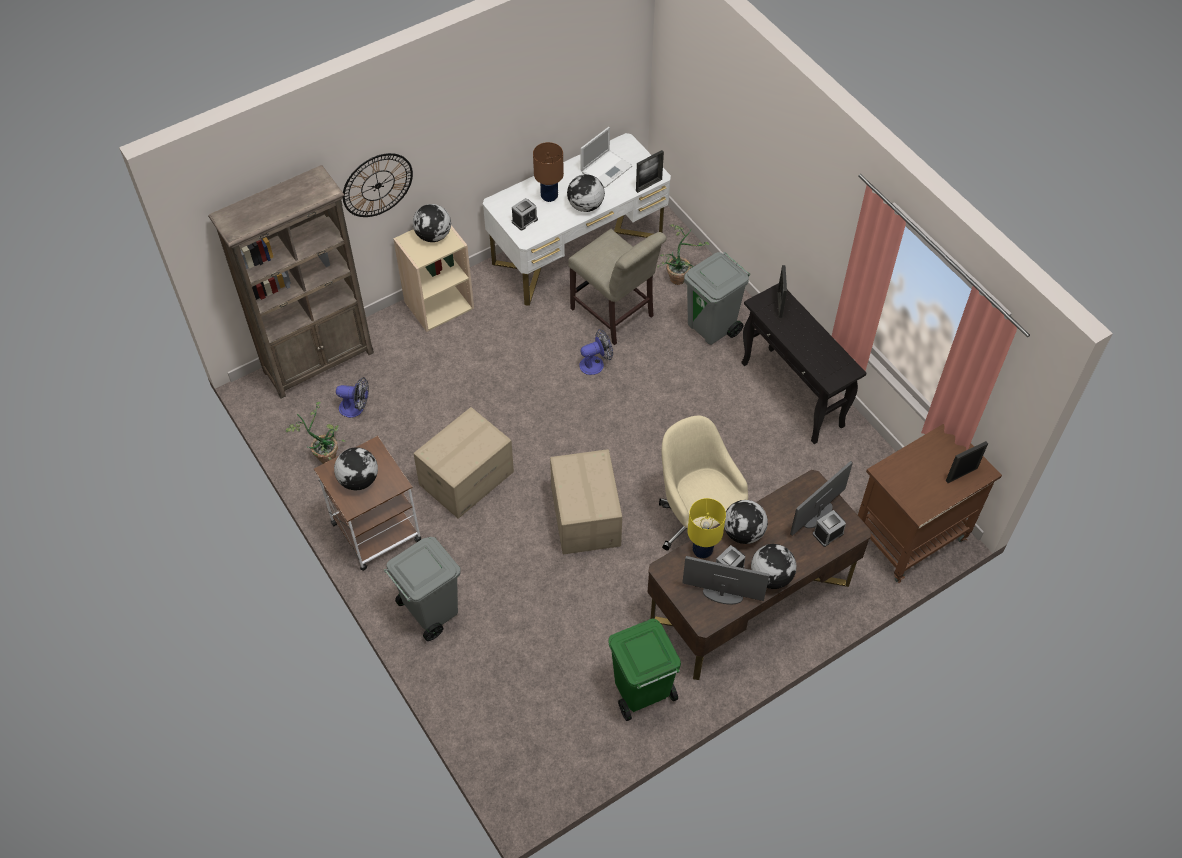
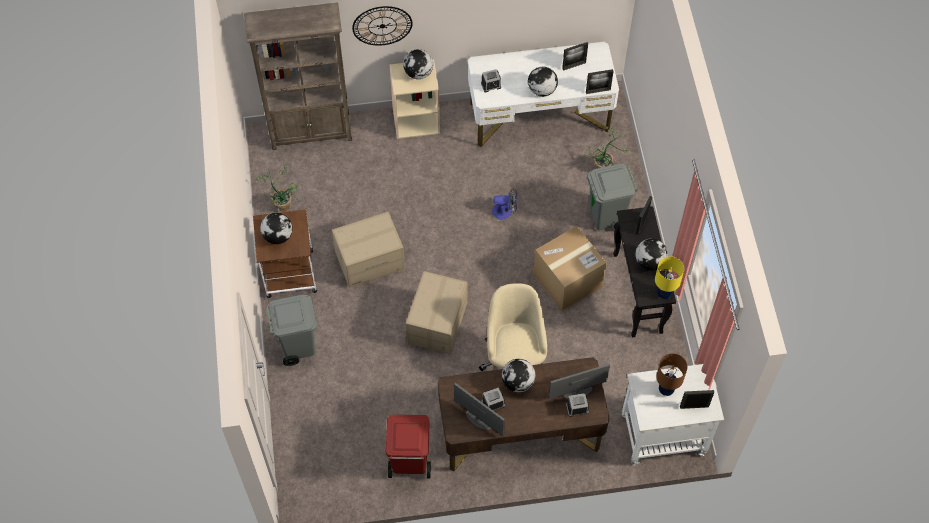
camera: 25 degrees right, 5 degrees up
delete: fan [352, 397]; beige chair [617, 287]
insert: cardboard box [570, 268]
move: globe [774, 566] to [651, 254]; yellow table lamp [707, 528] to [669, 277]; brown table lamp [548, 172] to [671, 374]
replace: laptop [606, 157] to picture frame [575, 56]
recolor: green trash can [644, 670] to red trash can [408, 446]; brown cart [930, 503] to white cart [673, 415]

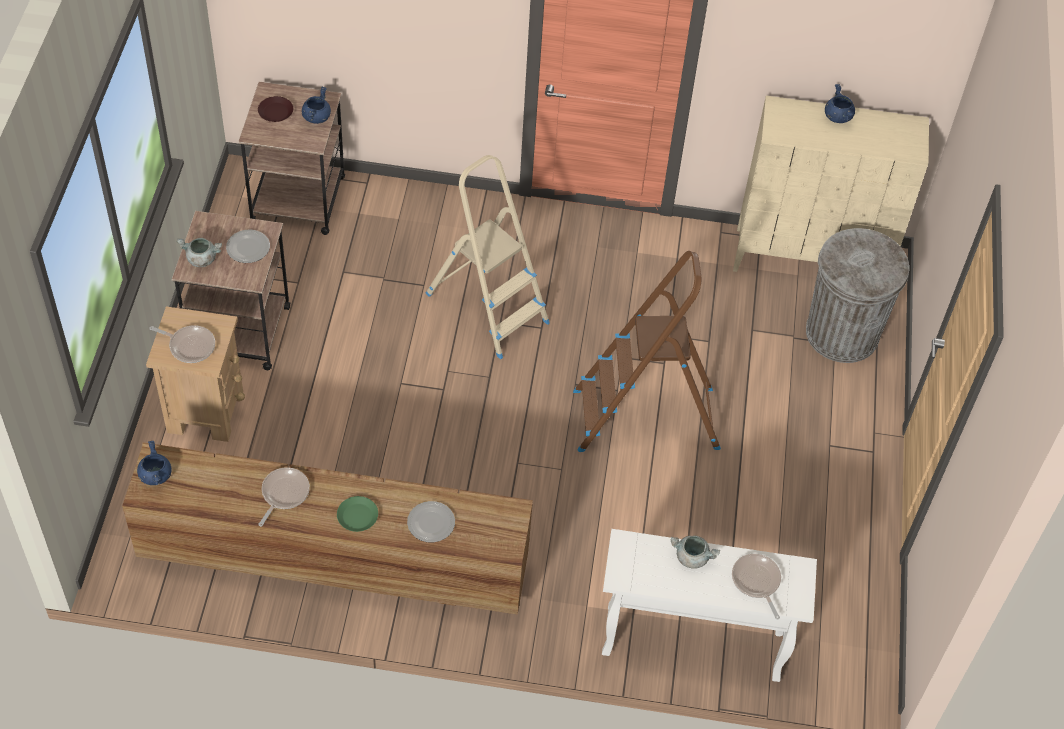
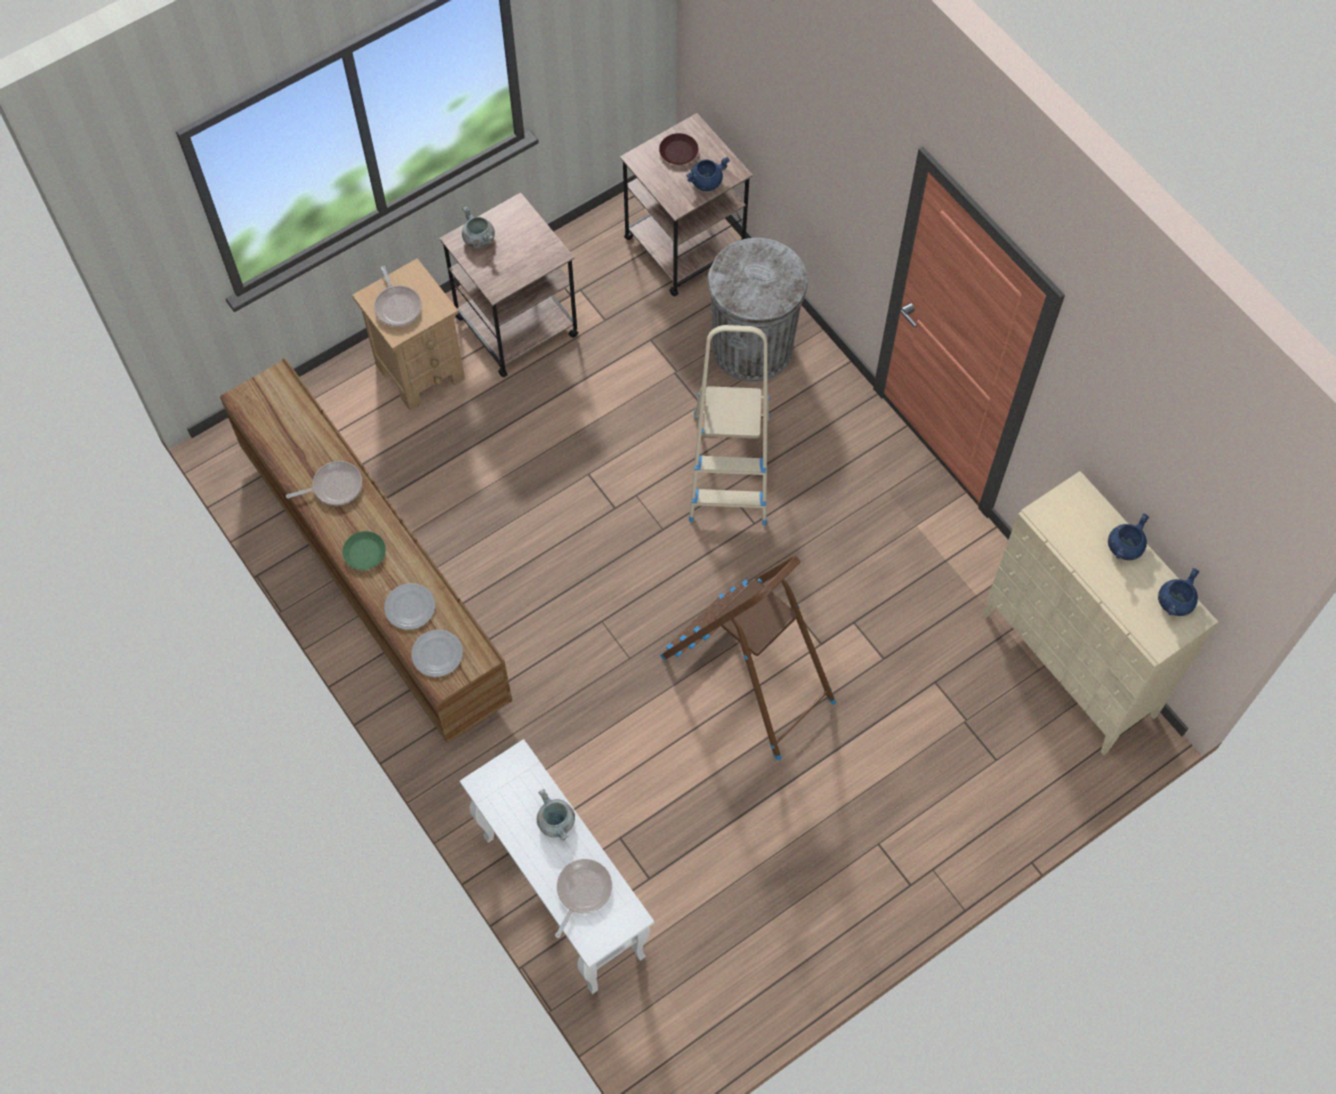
camera: 50 degrees right, 10 degrees up
move: plate [248, 246] to [437, 653]; grey trash can [857, 295] to [758, 310]; blue cooking pot [154, 463] to [1178, 592]

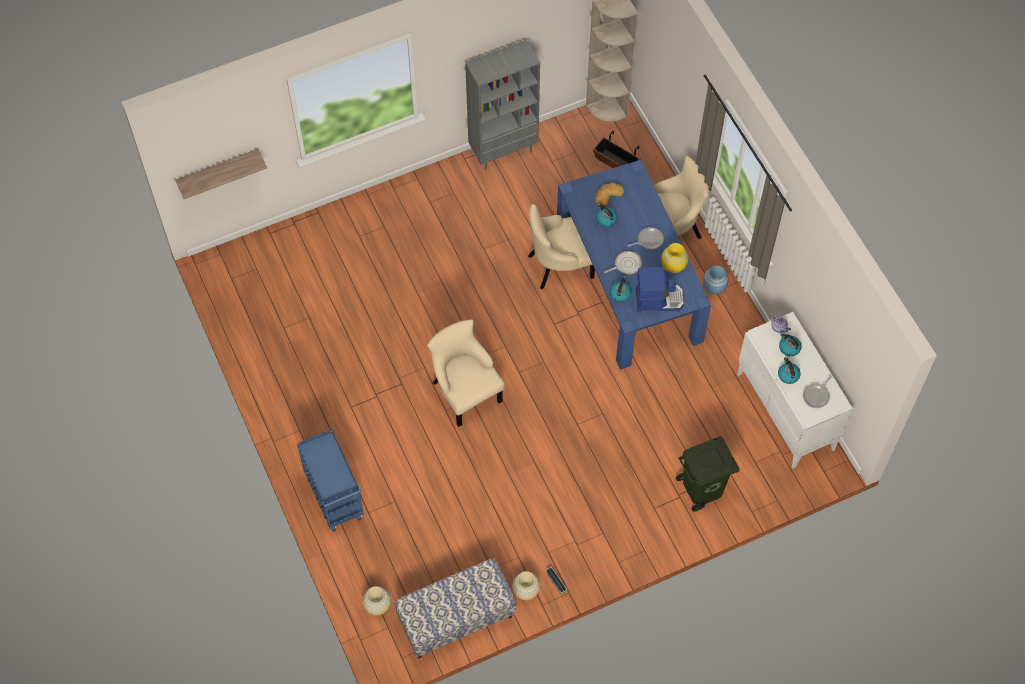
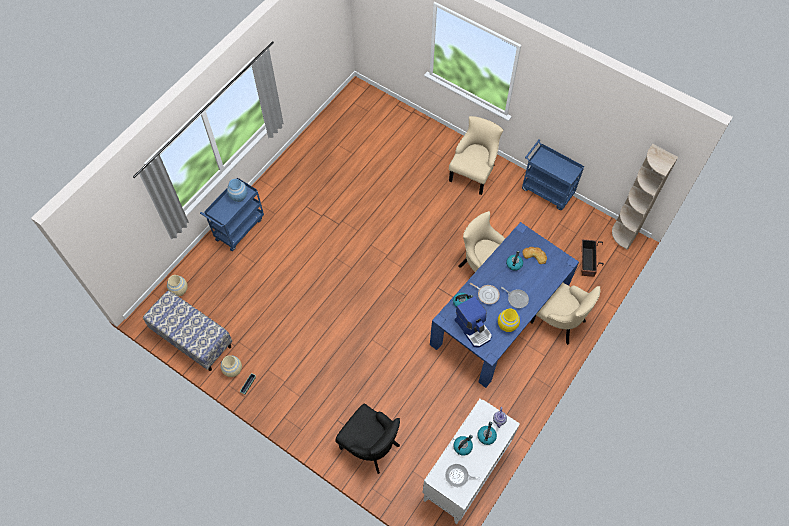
camera: 60 degrees right, 0 degrees up
delete: shelf [221, 174]
move: blue vase [716, 280] to [237, 190]; beige chair [466, 373] to [475, 155]
replace: green trash can [708, 474] to black chair [367, 439]; grey bookcase [502, 105] to blue cart [553, 174]

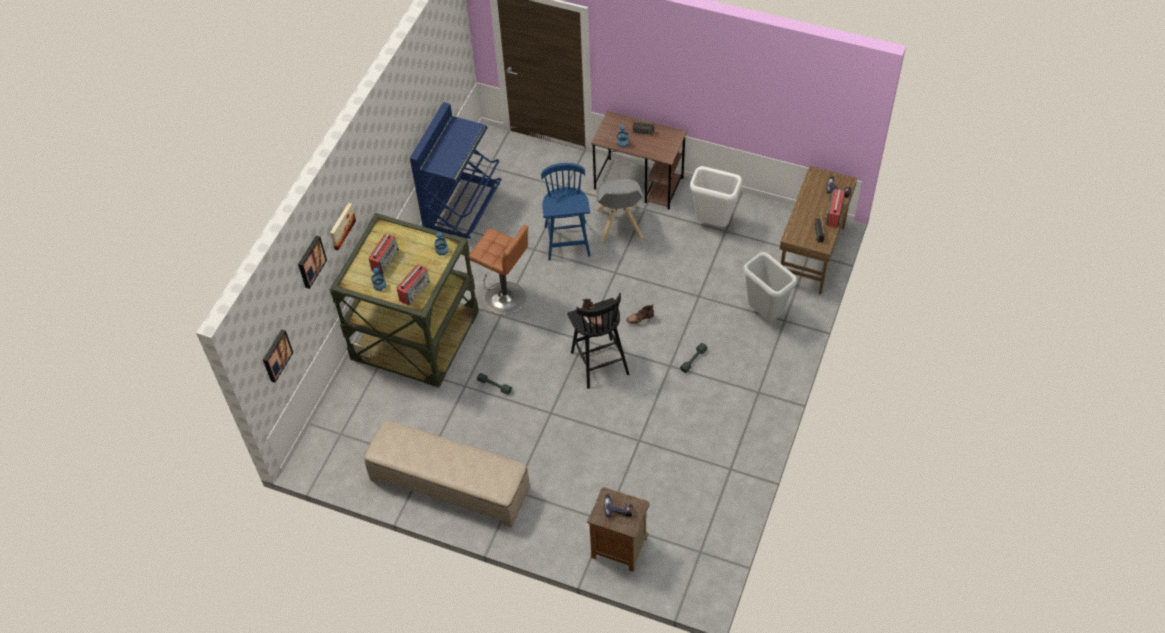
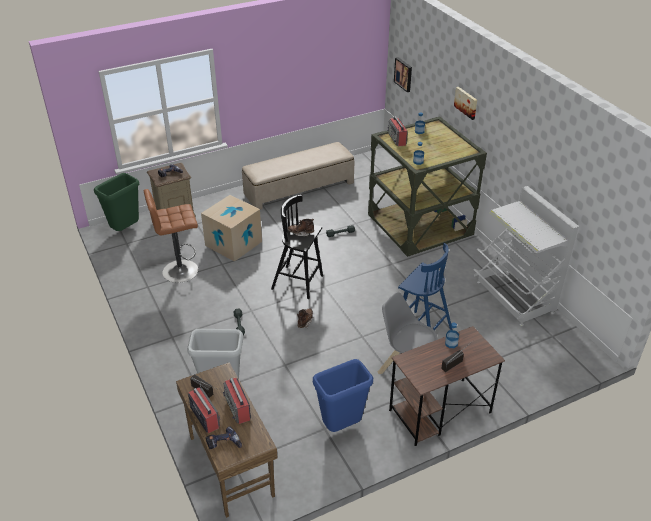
camera: 130 degrees right, 15 degrees down
delete: picture [312, 262]
insert: green trash can [116, 202]; cardboard box [231, 228]
move: brown stool [499, 269] to [171, 236]; radio [384, 254] to [237, 401]
recolor: white trash can [716, 196] to blue trash can [343, 395]; blue shoe rack [456, 170] to white shoe rack [526, 256]

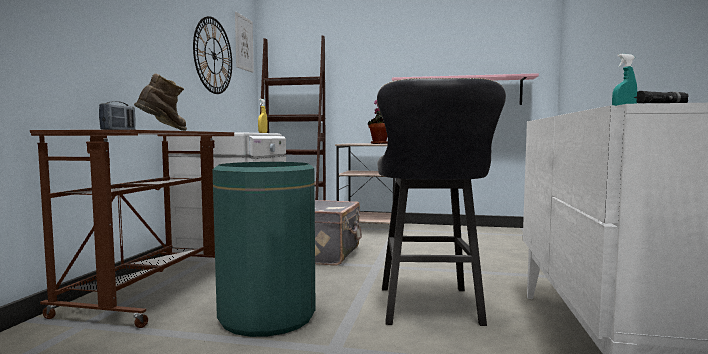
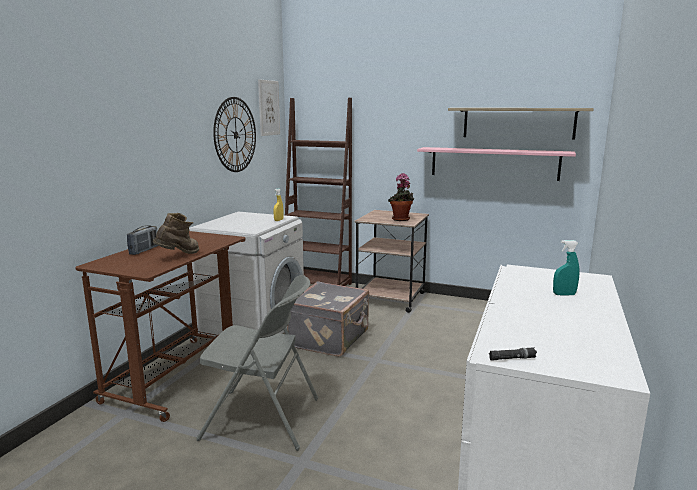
camera: 10 degrees right, 10 degrees up
delete: black stool [441, 202]
insert: shelf [521, 123]
replace: green trash can [264, 249] to grey chair [257, 363]

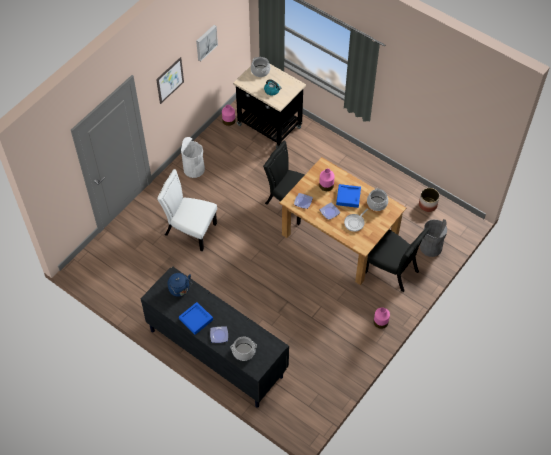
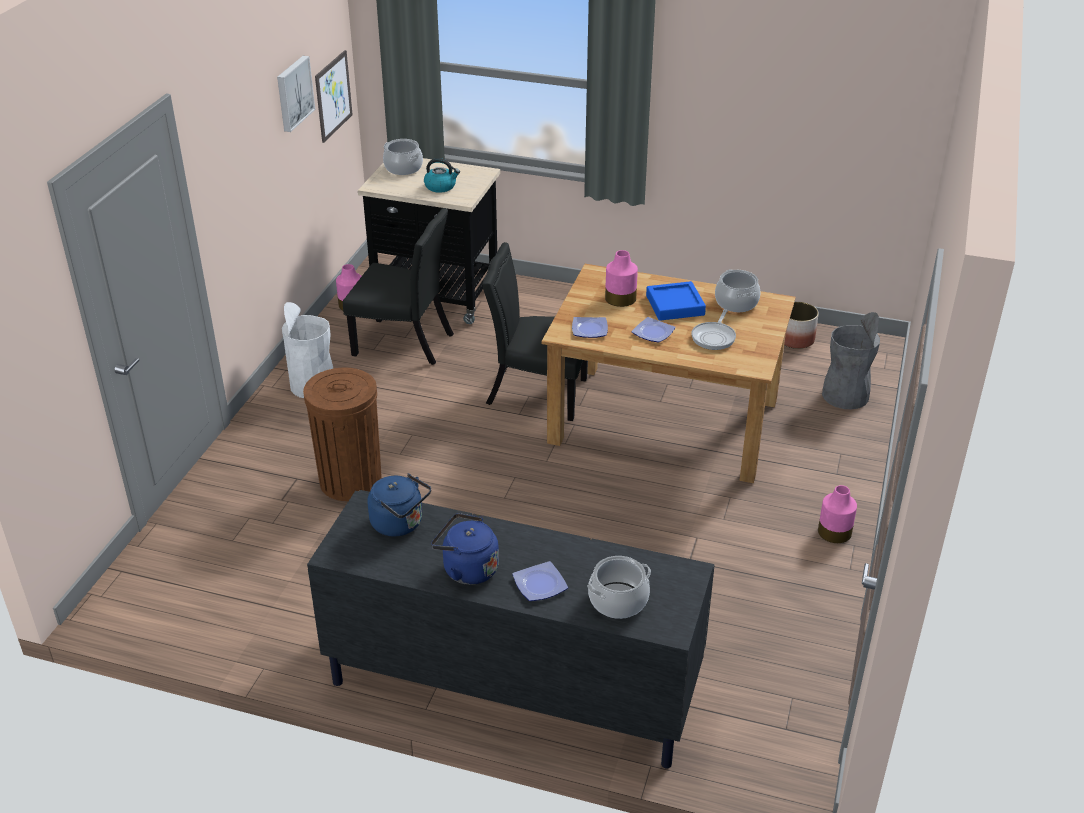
camera: 20 degrees left, 20 degrees down
move: picture [170, 80] to [334, 96]; black chair [397, 260] to [398, 286]
replace: white chair [187, 210] to brown trash can [342, 434]; blue tray [196, 318] to blue kettle [465, 549]

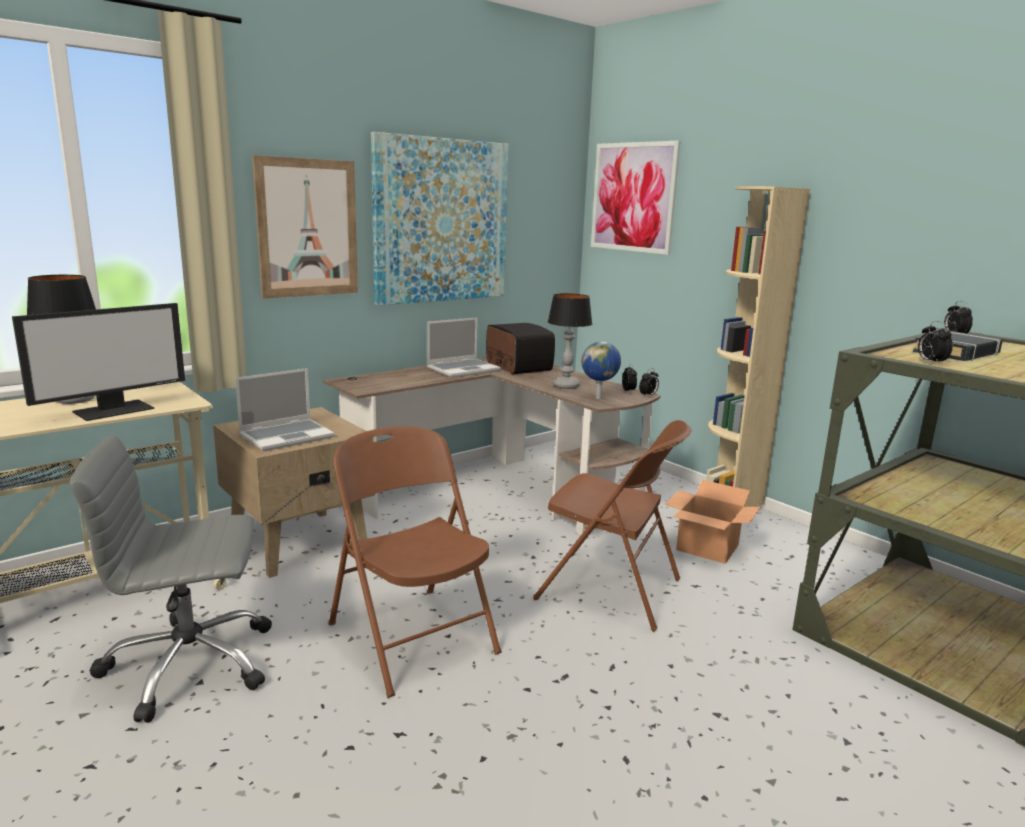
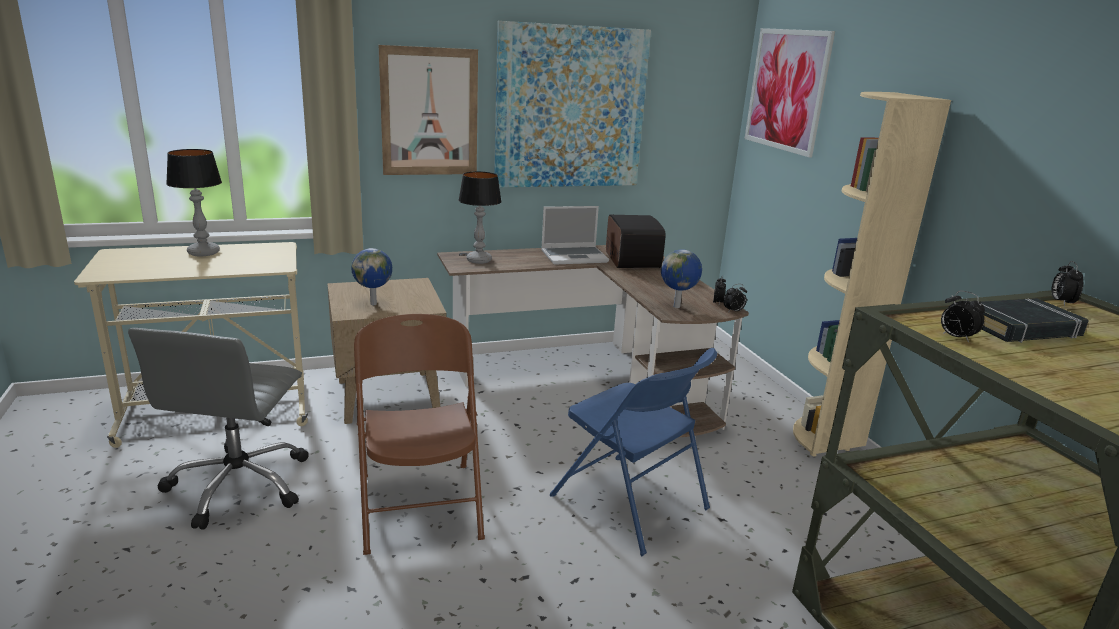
camera: 20 degrees right, 5 degrees up
delete: monitor [98, 362]; cardboard box [713, 522]
move: table lamp [570, 341] to [480, 217]
replace: laptop [285, 409] to globe [371, 276]
recolor: brown chair [612, 526] to blue chair [633, 452]
rotate: grey office chair [171, 579] = [218, 429] 90 degrees counterclockwise; alarm clock [935, 343] = [963, 317] 45 degrees counterclockwise

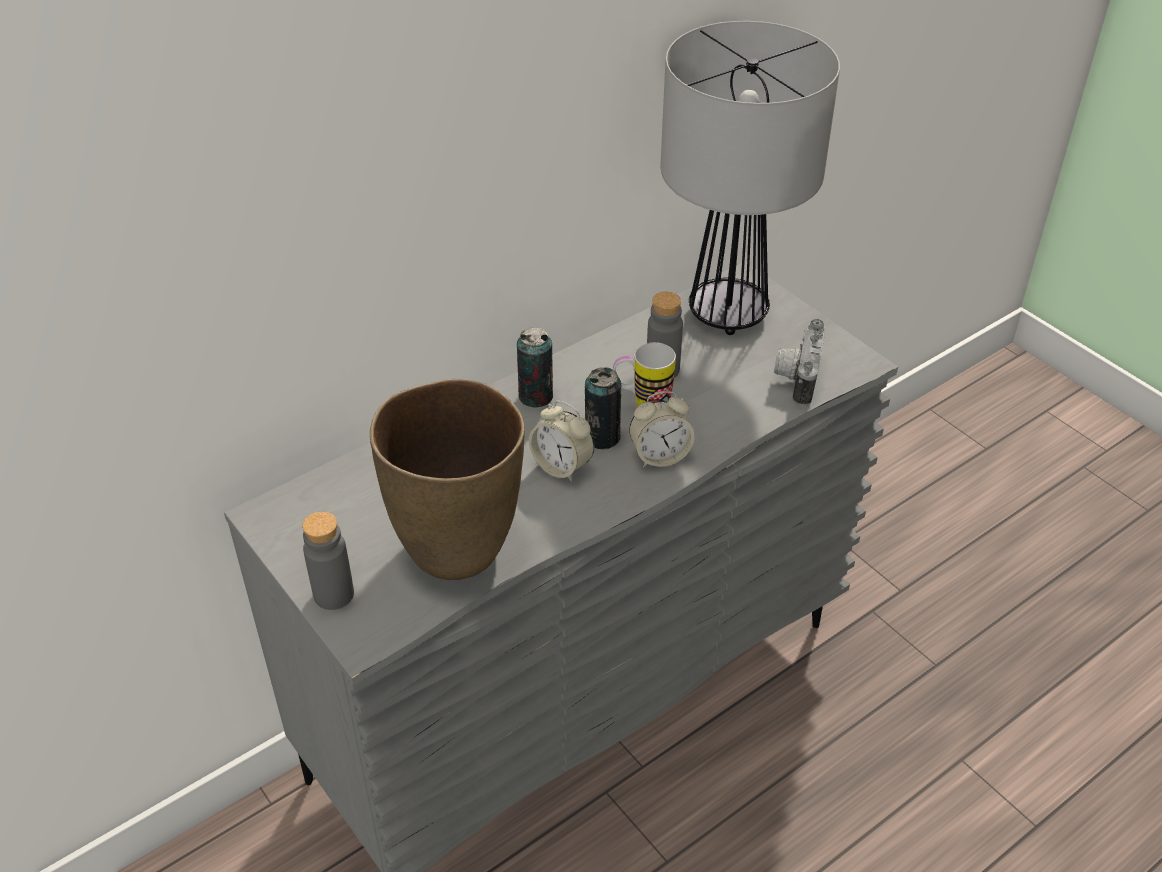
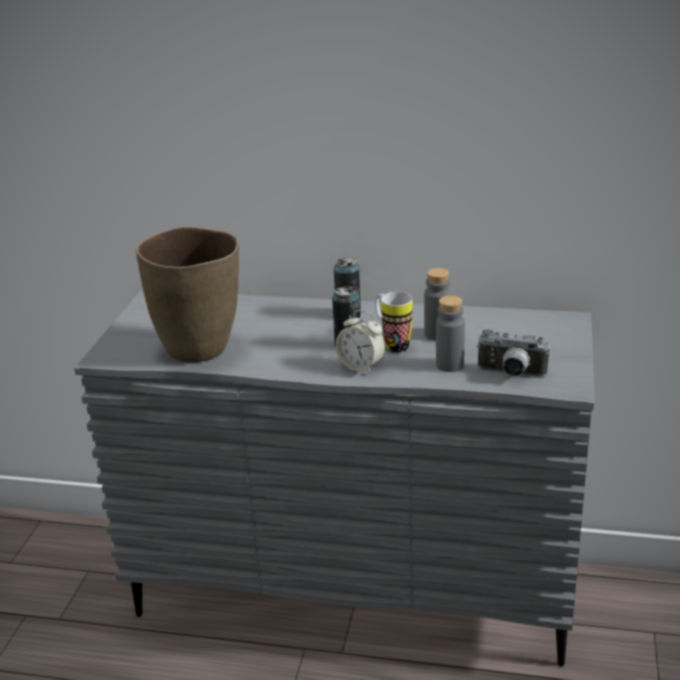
camera: 50 degrees right, 15 degrees down
delete: alarm clock [561, 441]; table lamp [750, 178]
move: grey bottle [328, 561] to [450, 334]
rotate: photo camera [800, 362] = [513, 353] 135 degrees counterclockwise

